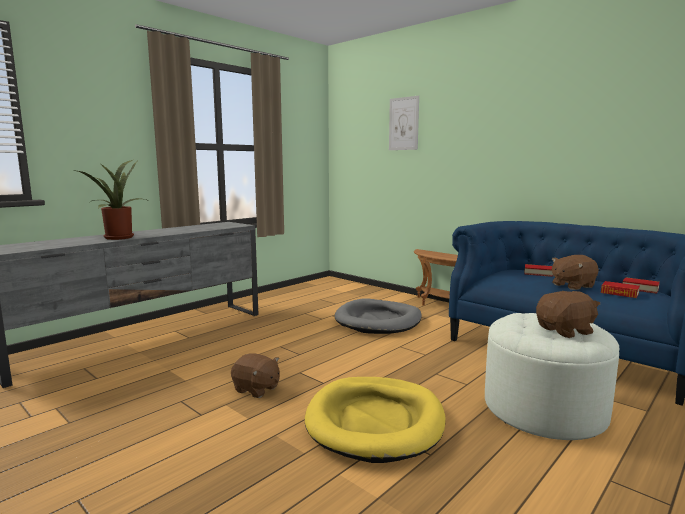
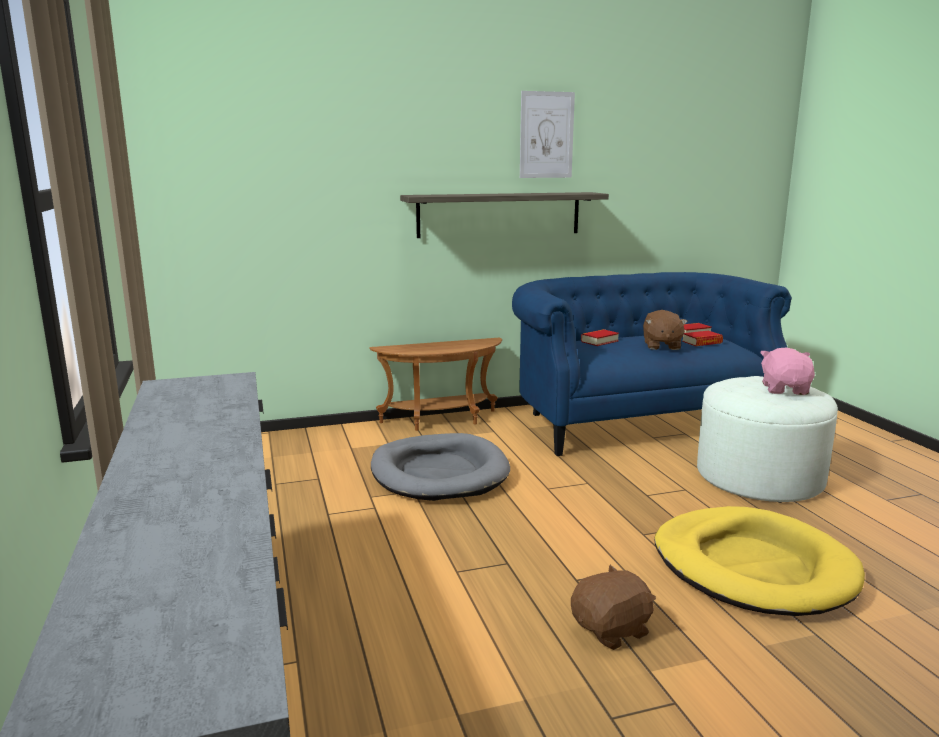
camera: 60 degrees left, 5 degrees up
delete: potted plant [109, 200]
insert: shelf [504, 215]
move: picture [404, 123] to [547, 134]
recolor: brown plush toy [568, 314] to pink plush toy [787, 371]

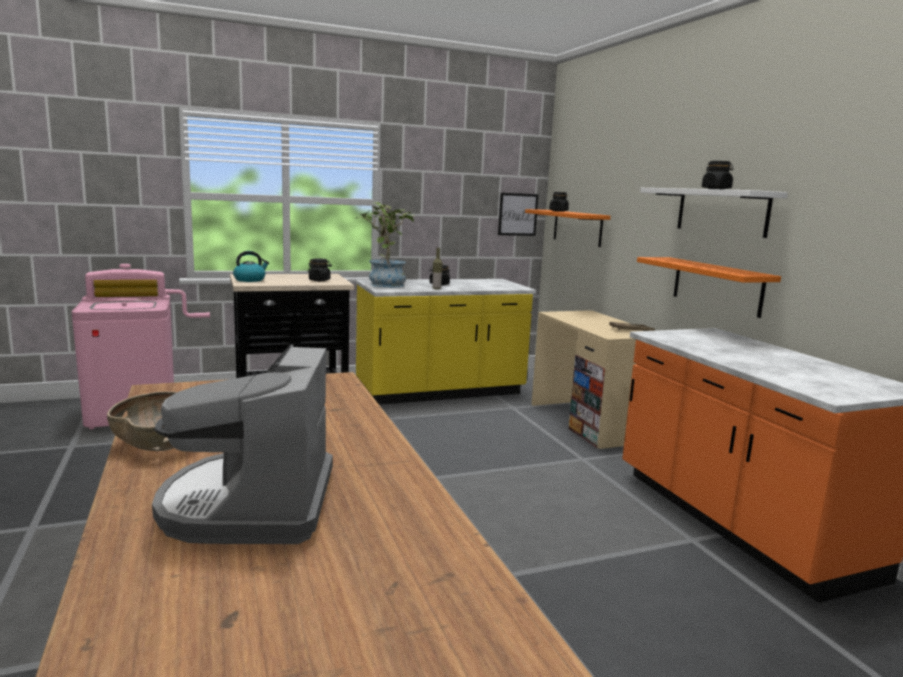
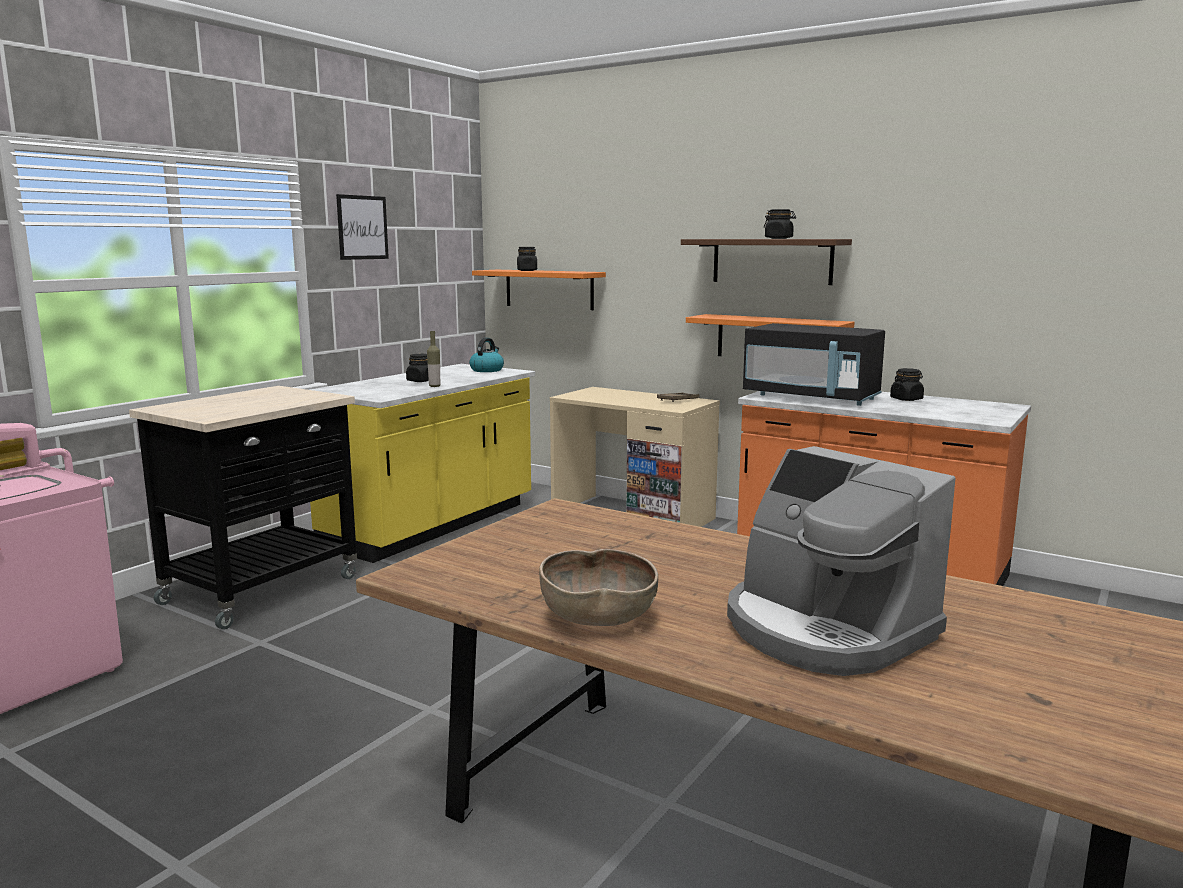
camera: 35 degrees left, 0 degrees up
delete: potted plant [384, 245]
insert: black microwave [814, 364]
move: picture [518, 214] to [362, 227]; kettle [251, 266] to [486, 355]; black jar [320, 270] to [907, 384]
recolor: white shelf [714, 213] to brown shelf [766, 262]

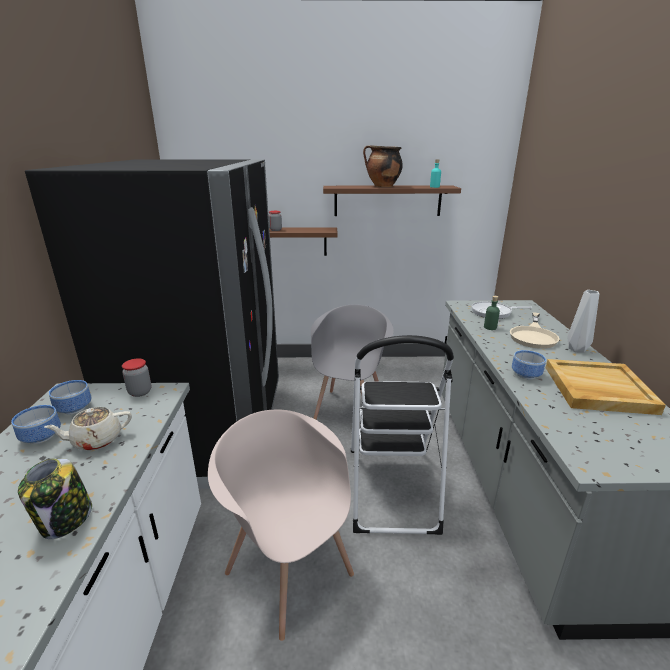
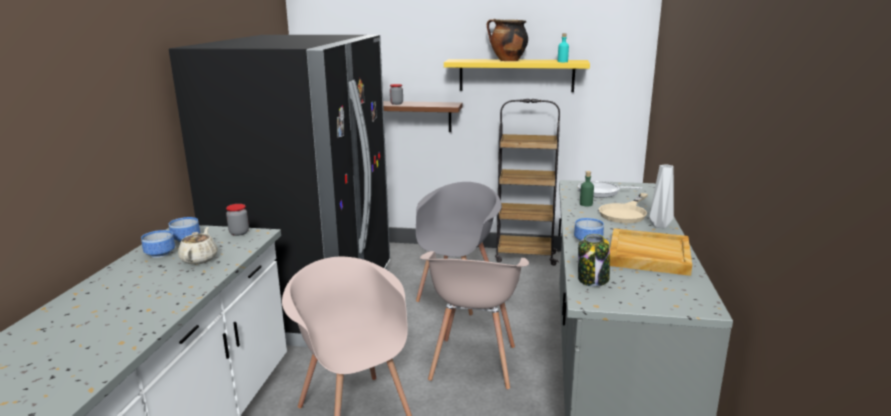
camera: 10 degrees right, 5 degrees down
insert: brown cart [527, 182]
move: jar [55, 498] to [594, 260]
replace: step ladder [402, 435] to beige chair [474, 320]
recolor: brown shelf [392, 200] to yellow shelf [517, 75]
rotate: beige teapot [88, 429] = [198, 246] 105 degrees clockwise

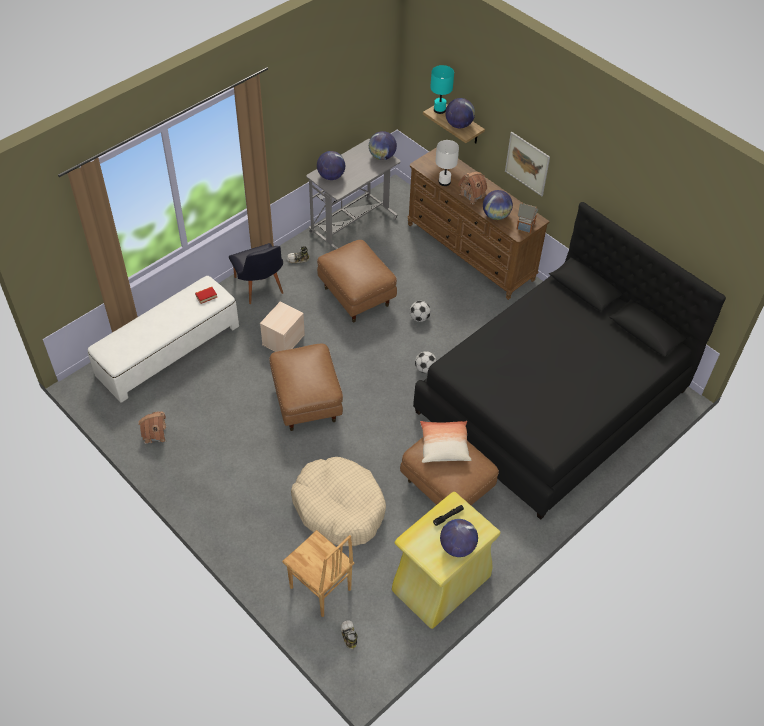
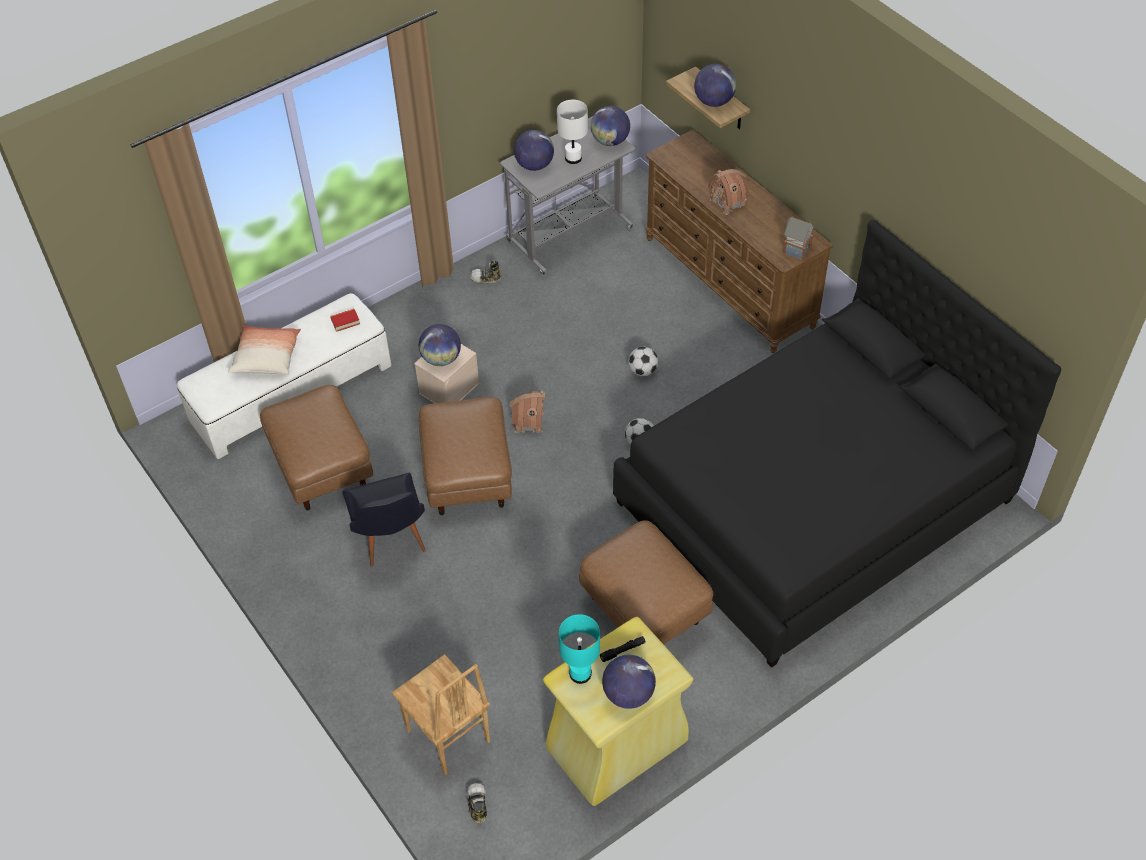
camera: 10 degrees right, 0 degrees up
delete: beige dog bed [338, 501]; picture [527, 164]
move: pillow [446, 442] to [264, 350]; brown ottoman [357, 281] to [316, 447]; black chair [256, 273] to [384, 520]; globe [498, 205] to [440, 345]; toy house [152, 427] to [527, 411]; white table lamp [447, 163] to [572, 132]; turquoise table lamp [442, 89] to [579, 649]

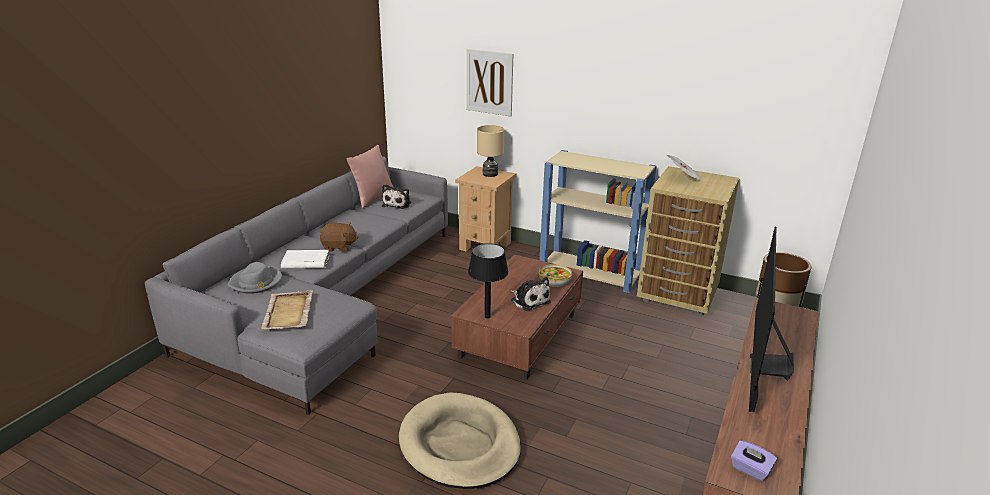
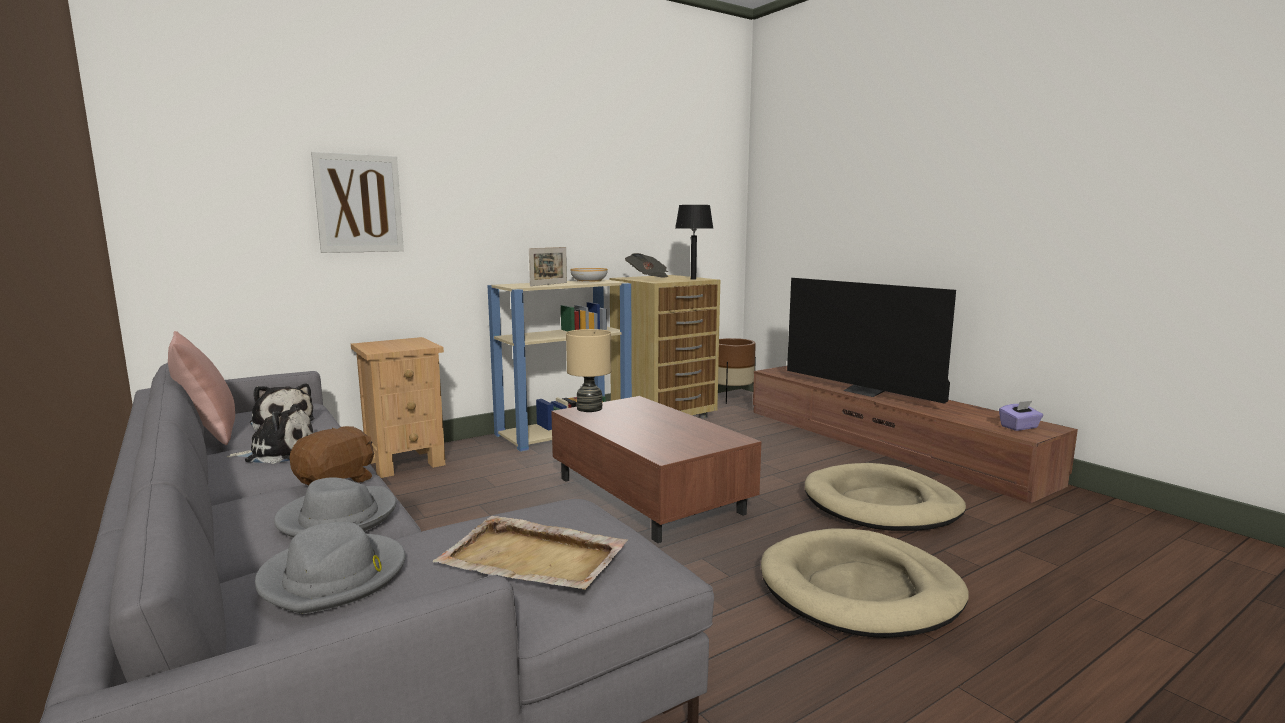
camera: 60 degrees left, 15 degrees down
insert: picture frame [548, 266]; beige dog bed [885, 497]
move: plush toy [531, 294] to [270, 434]; beige table lamp [491, 151] to [588, 370]; bowl [555, 275] to [589, 275]; black table lamp [488, 281] to [694, 242]
replace: white book [305, 259] to grey hat [335, 507]

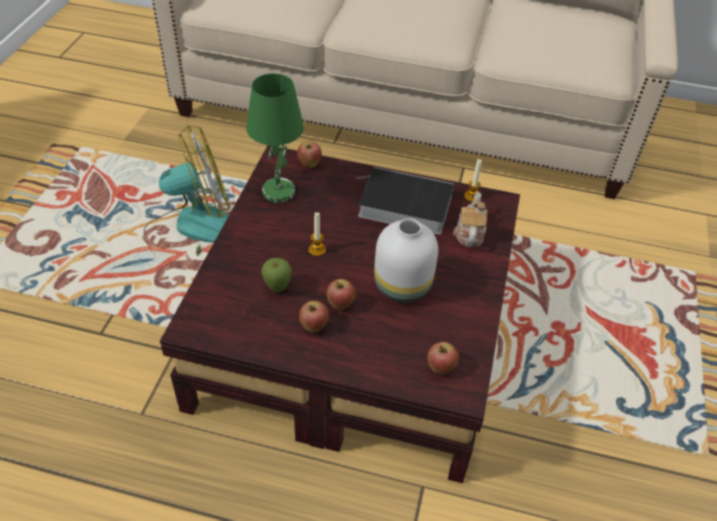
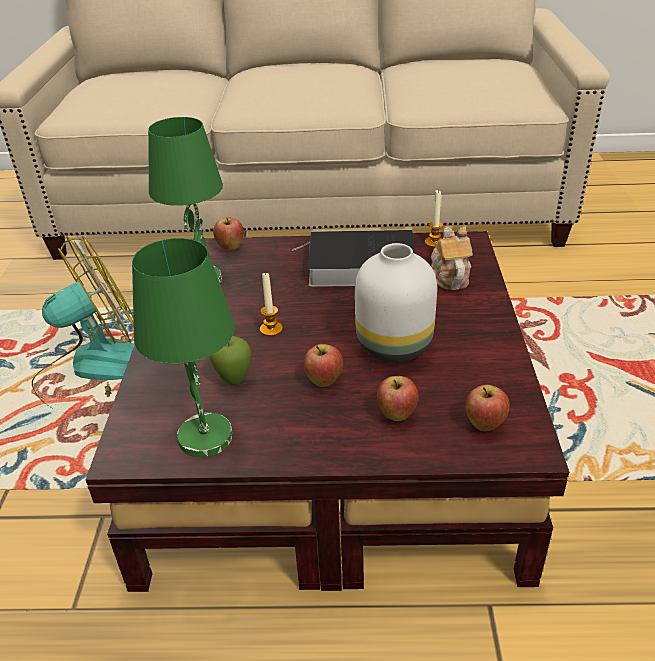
camera: 10 degrees left, 10 degrees down
insert: green table lamp [183, 347]
move: apple [314, 316] to [398, 398]

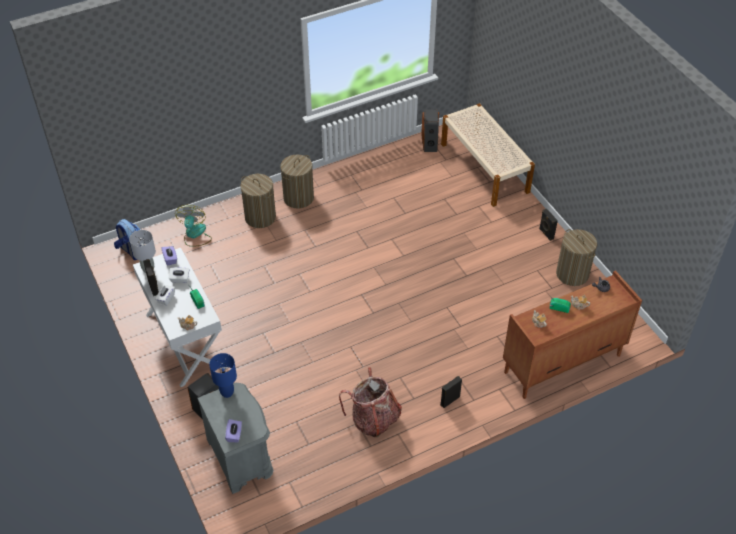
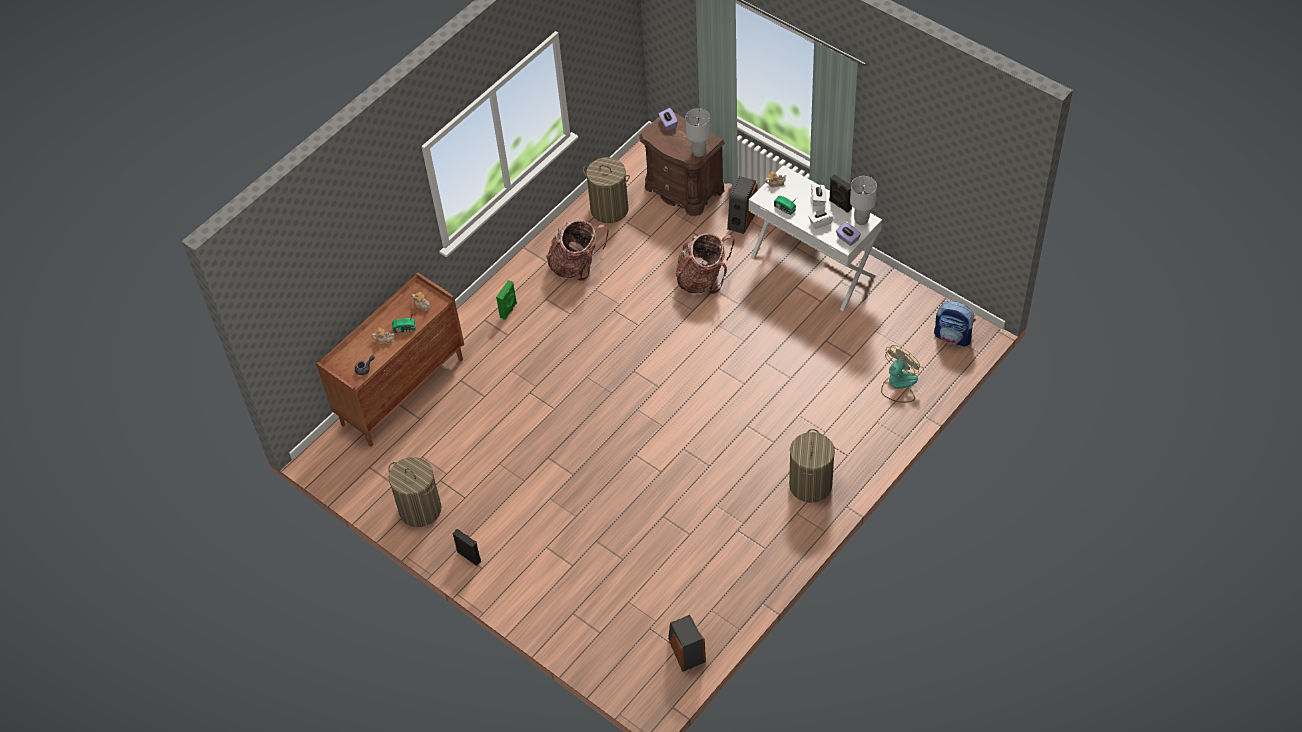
camera: 160 degrees right, 5 degrees up
delete: beige bench [488, 155]
insert: backpack [705, 263]
move: laundry basket [258, 201] to [606, 190]
recolor: black speaker [451, 392] to green speaker [506, 300]; grey nightstand [235, 438] to brown nightstand [682, 164]; blue table lamp [223, 375] to grey table lamp [698, 132]
rotate: fan [193, 226] = [900, 374] 120 degrees counterclockwise

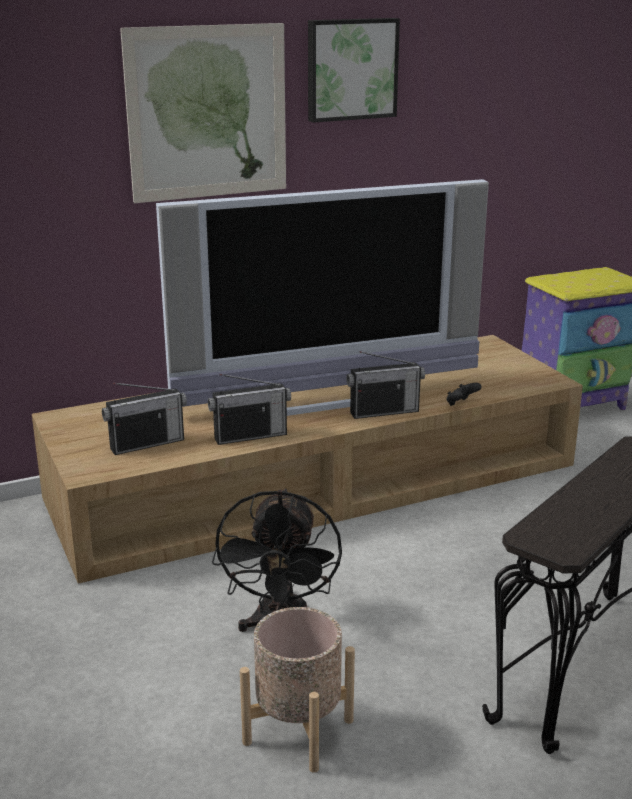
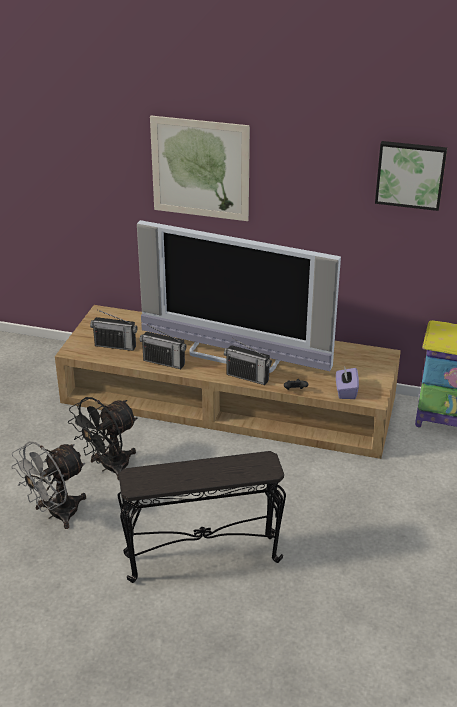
camera: 40 degrees right, 10 degrees up
insert: purple tissue box [347, 383]
move: picture [354, 70] to [411, 176]
replace: beige planter [297, 690] to grey fan [48, 485]

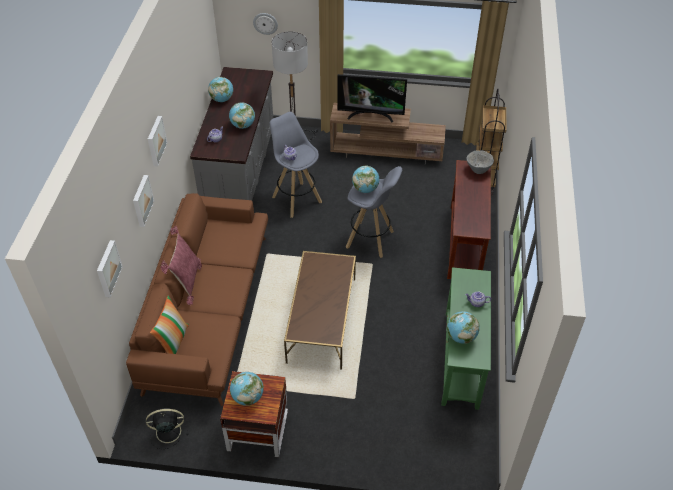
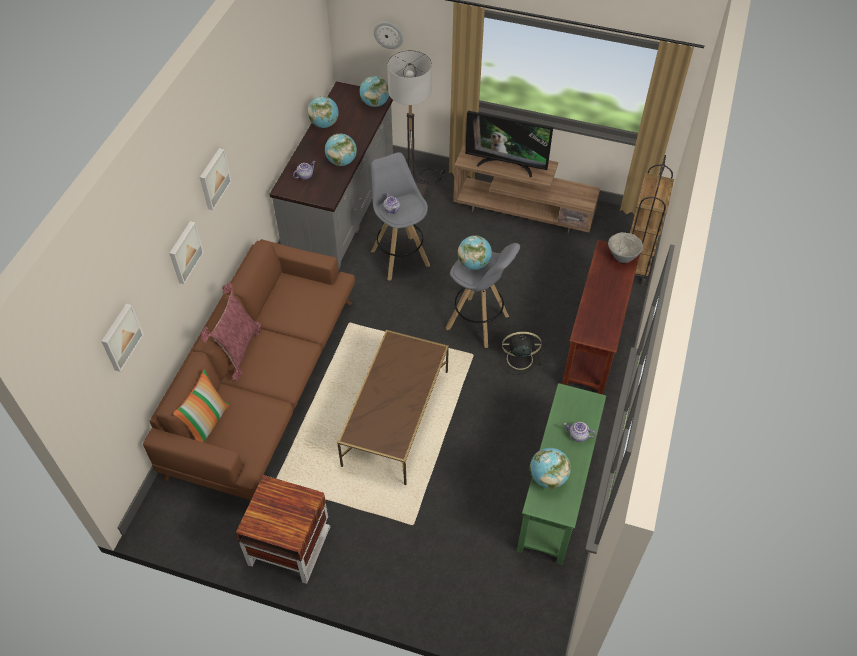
camera: 10 degrees right, 5 degrees up
move: globe [247, 389] to [374, 91]; black fan [167, 428] to [521, 353]

